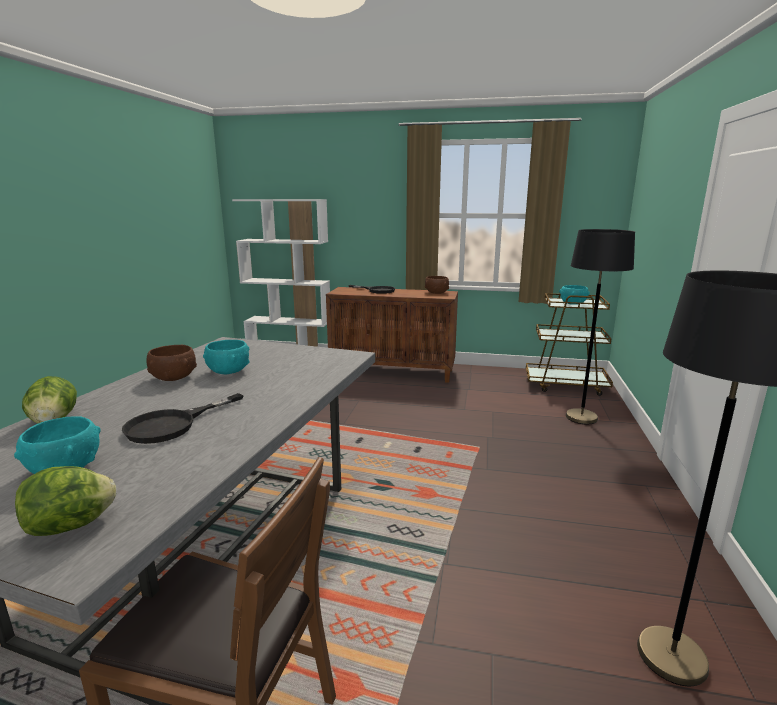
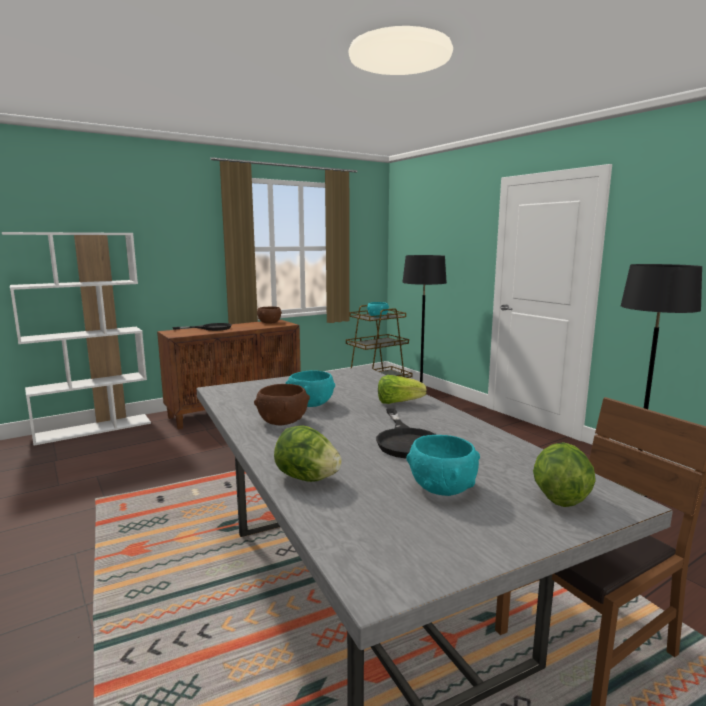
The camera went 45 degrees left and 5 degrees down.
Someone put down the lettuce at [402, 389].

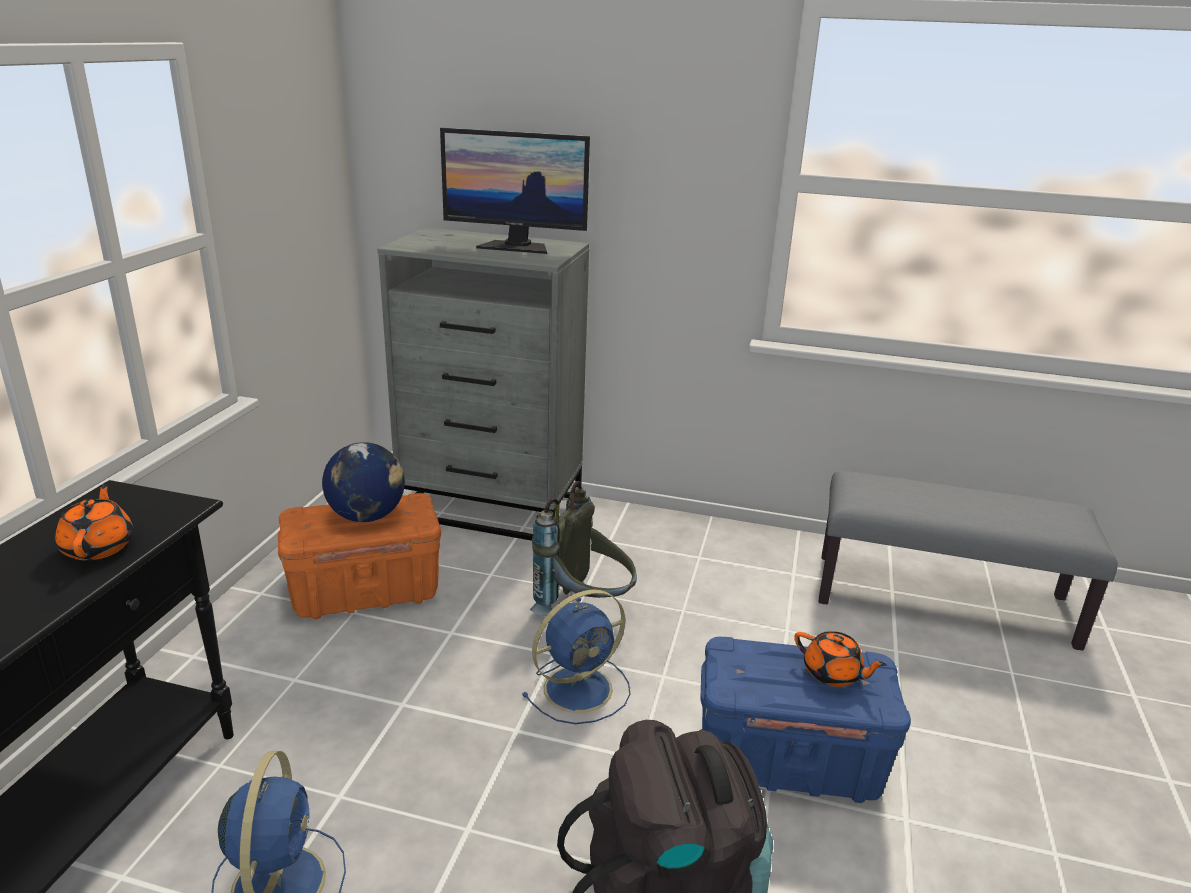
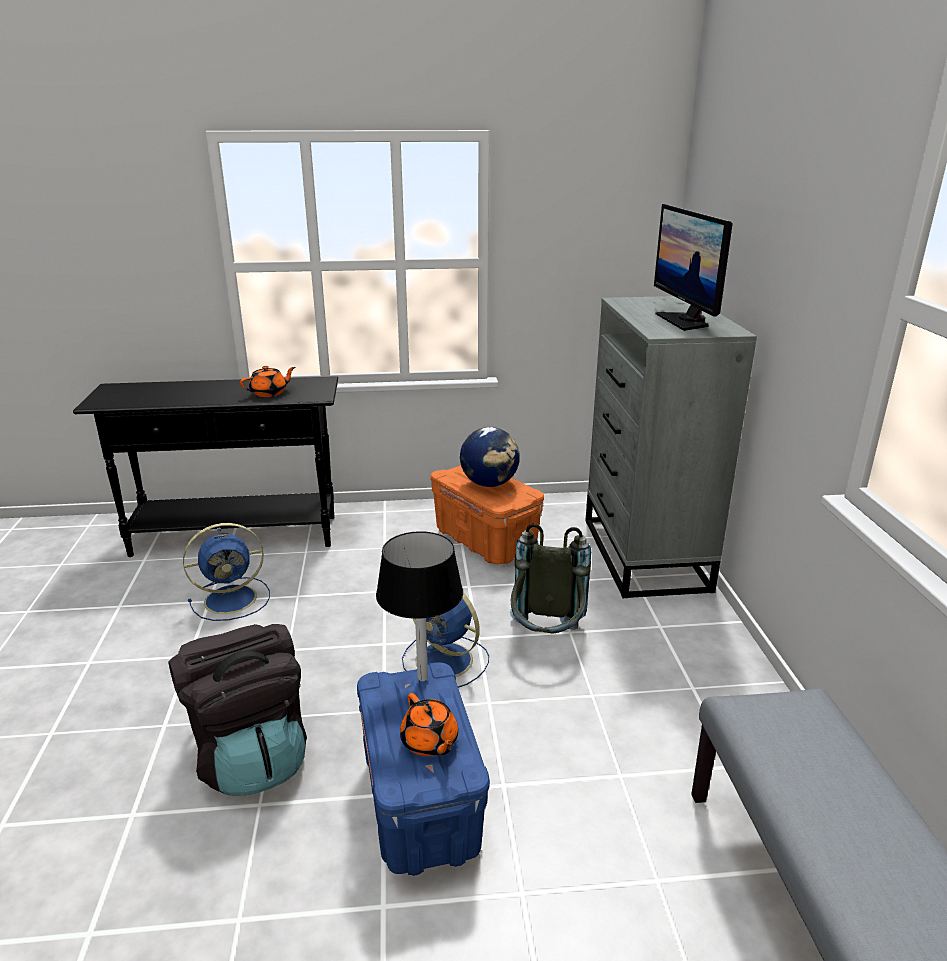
The camera went 70 degrees right and 0 degrees up.
Someone put down the black_table_lamp at [419, 606].
Someone rotated the orange_teapot at [840, 659] by 45 degrees counterclockwise.

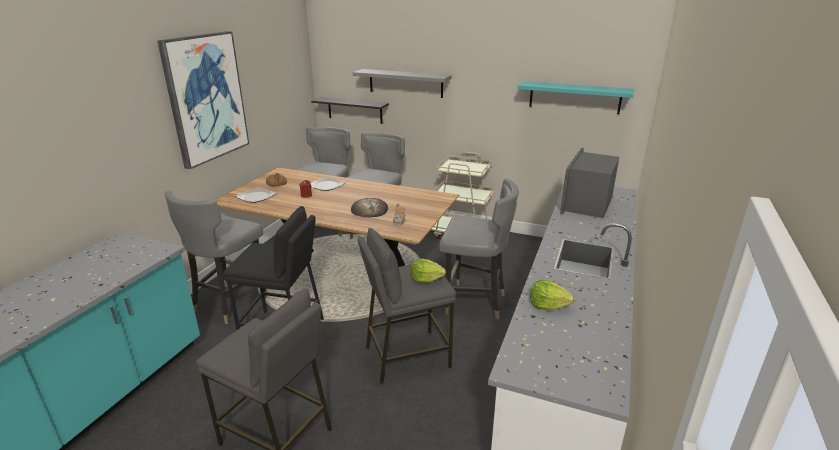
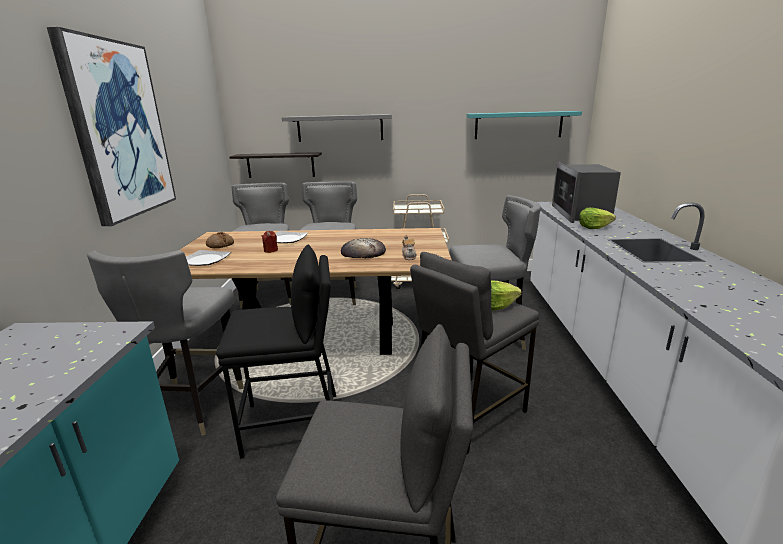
The camera went 20 degrees left and 5 degrees down.
Someone carried the lettuce from [552, 294] to [597, 218].

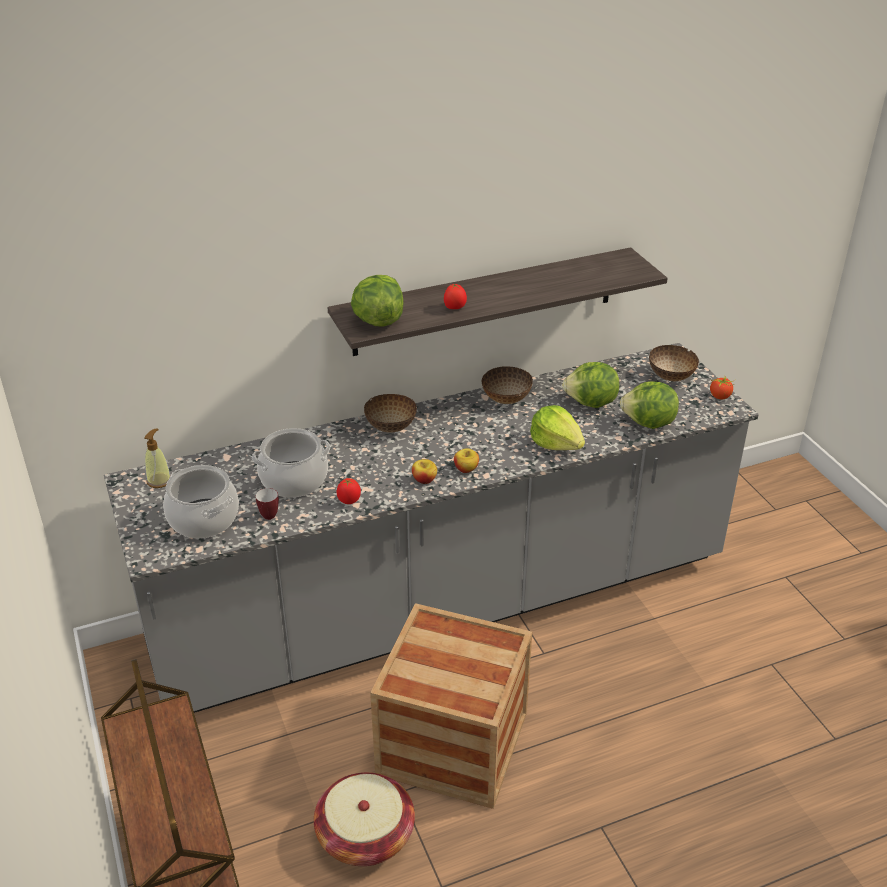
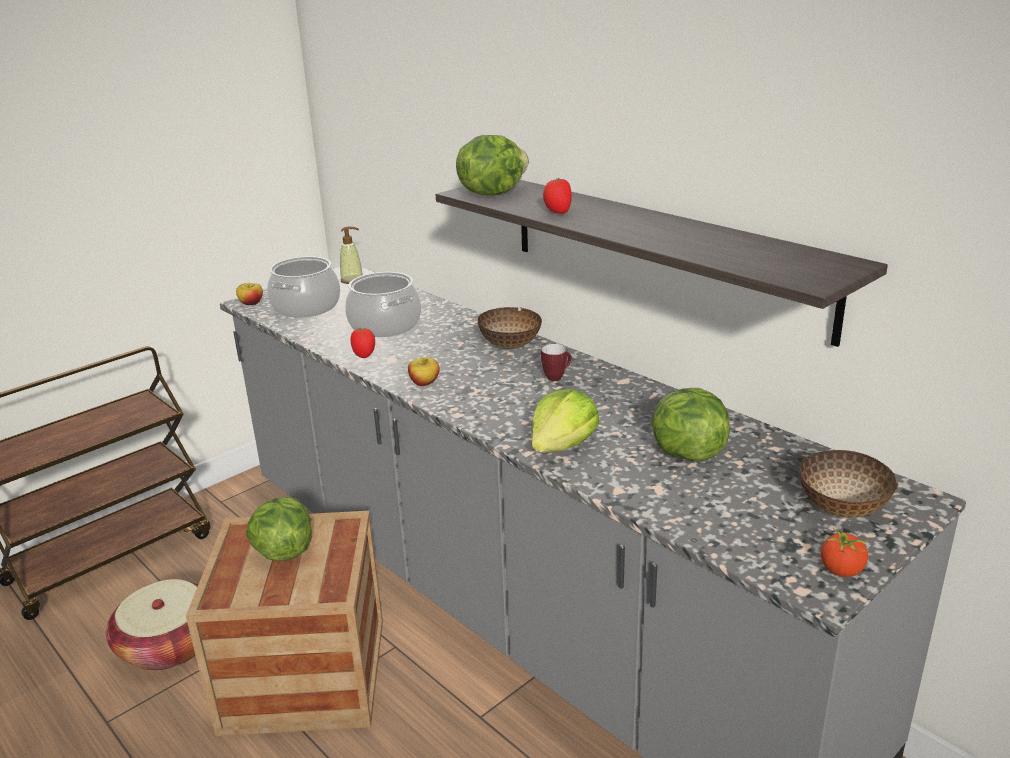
The camera went 70 degrees right and 10 degrees down.
Someone carried the apple from [466, 460] to [249, 294].
Someone carried the lettuce from [649, 405] to [279, 529].
Someone carried the mug from [267, 504] to [556, 362].
Someone took away the bowl at [507, 385].

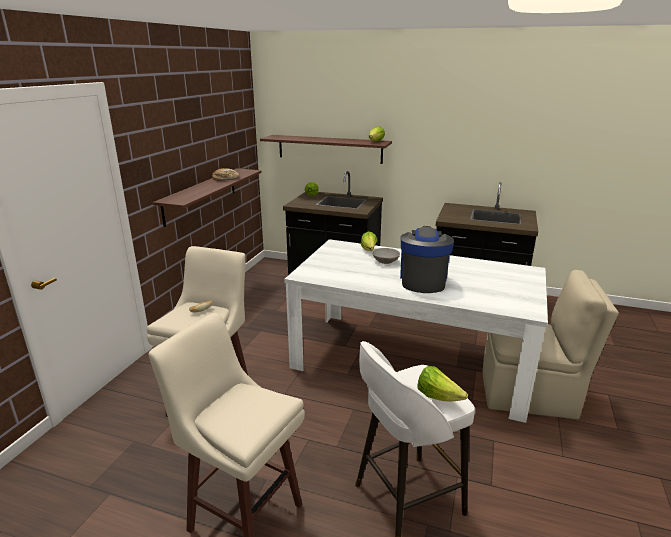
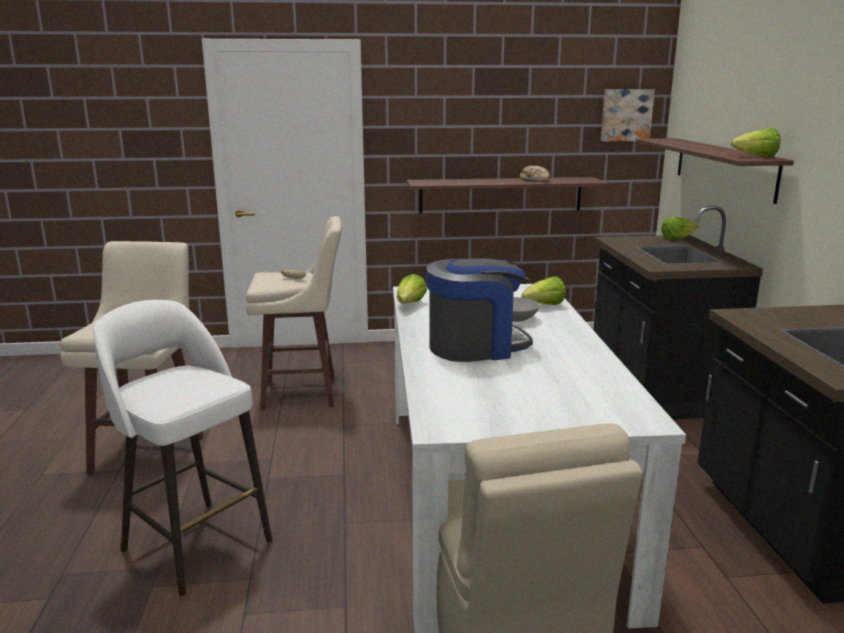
The camera went 65 degrees right and 5 degrees down.
Someone carried the lettuce from [442, 383] to [412, 289].
Someone put up the picture at [628, 115].

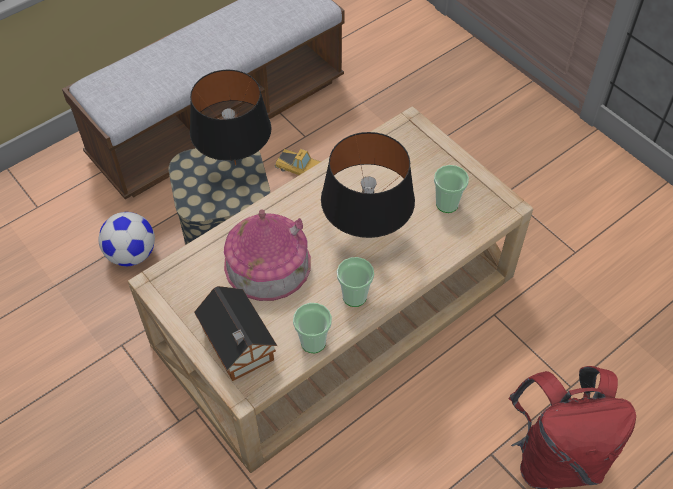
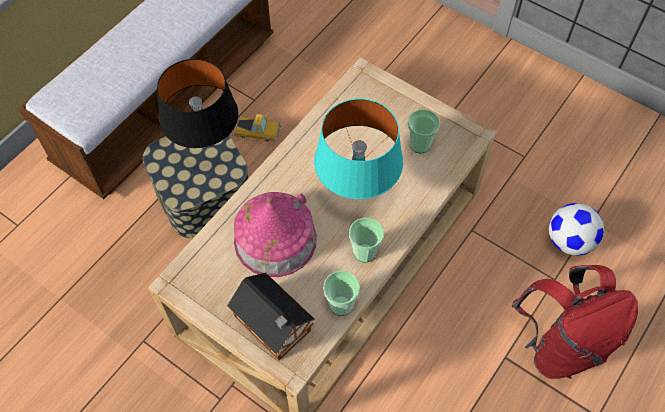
The camera went 15 degrees left and 5 degrees up.
Someone repainted the black_table_lamp at [368, 185], which became the turquoise_table_lamp at [358, 149].
Someone carried the football from [126, 239] to [576, 229].

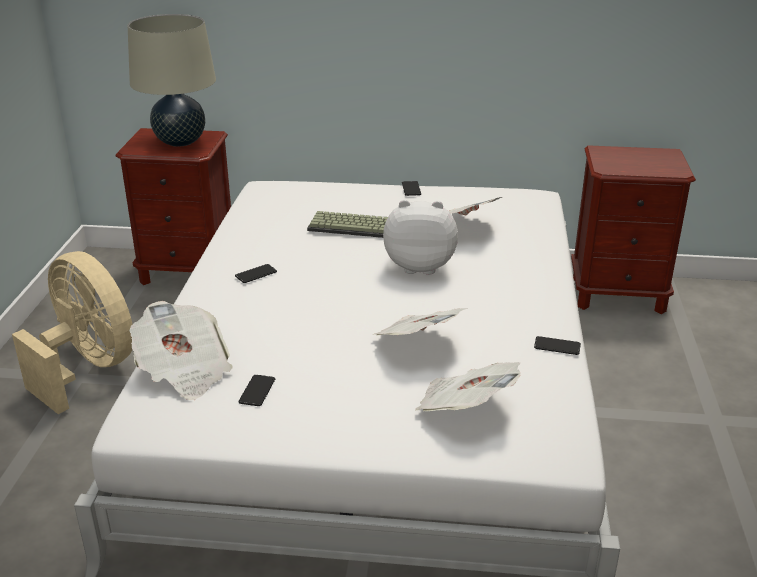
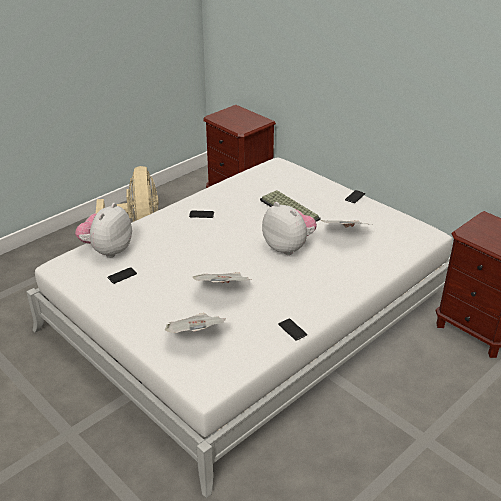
The camera went 40 degrees right and 5 degrees up.
Someone swapped the newspaper at [181, 350] for the plush_toy at [103, 230].
Someone took away the beige_table_lamp at [172, 80].

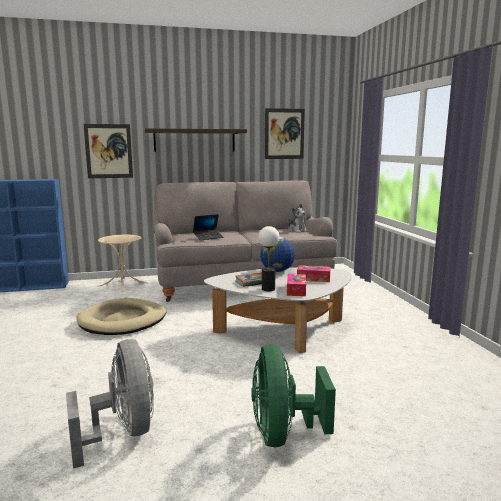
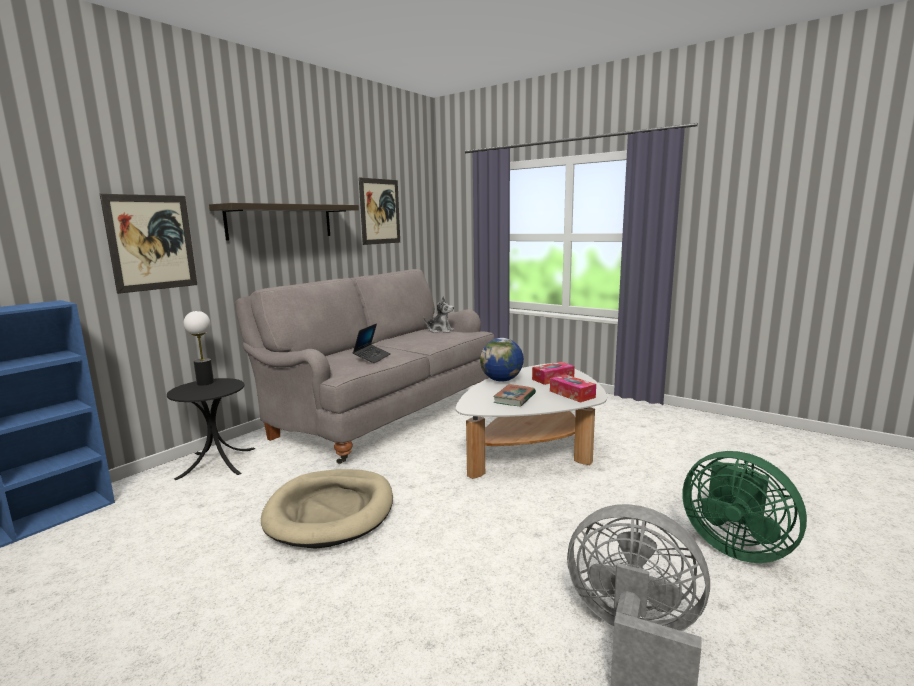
The camera went 40 degrees left and 0 degrees up.
Someone repainted the beige_side_table at [122, 263], which became the black_side_table at [211, 429].
Someone carried the table_lamp from [268, 258] to [199, 348].

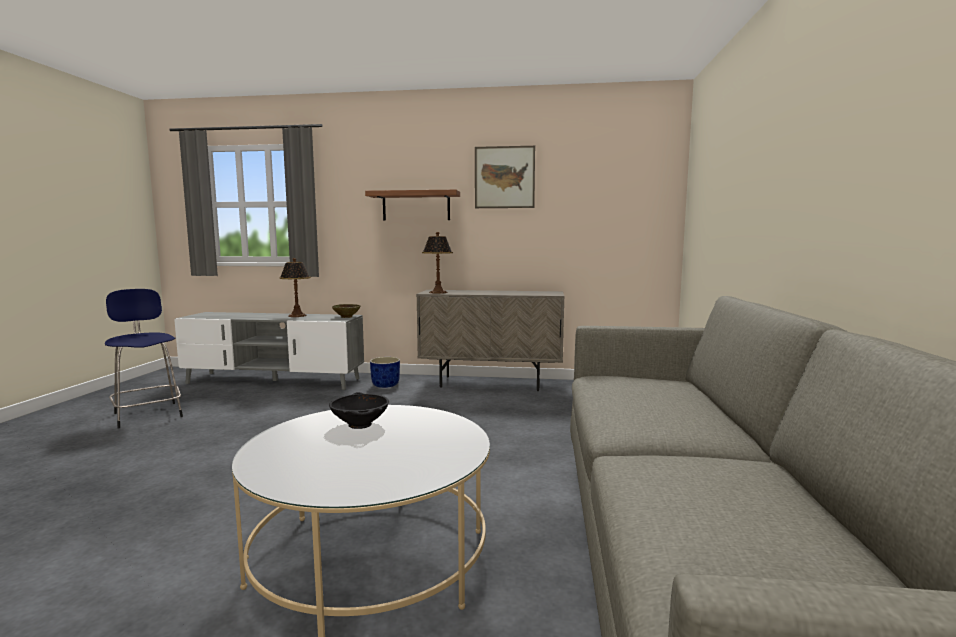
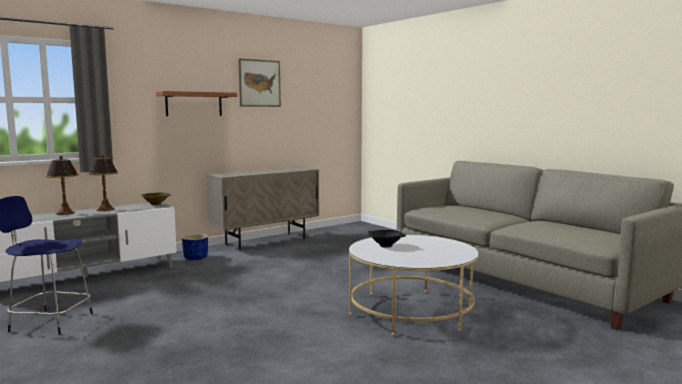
The camera went 45 degrees left and 0 degrees up.
Someone carried the table_lamp from [437, 263] to [61, 185].

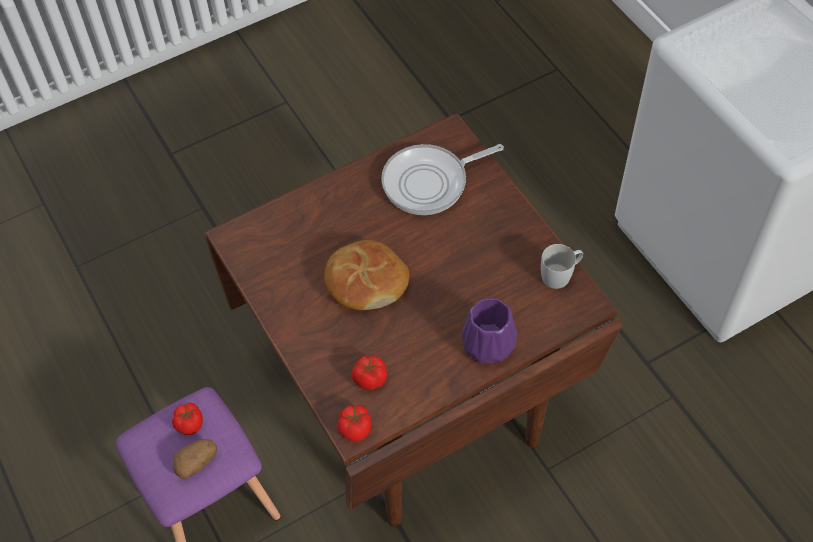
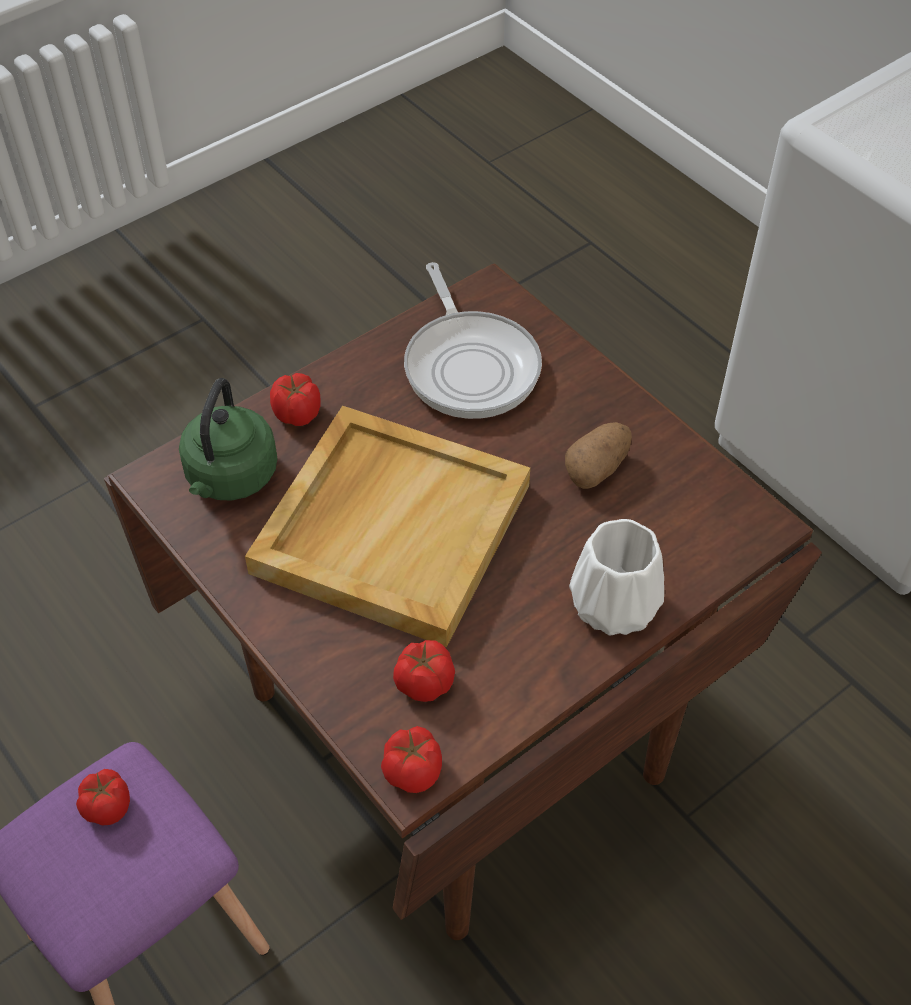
The camera went 10 degrees left and 5 degrees down.
Someone put down the green_kettle at [228, 439].
Someone swapped the bread at [367, 275] for the beige_tray at [387, 526].
Someone put down the tomato at [295, 399].
Someone rotated the frying_pan at [442, 179] by 75 degrees counterclockwise.
Someone carried the potato from [195, 459] to [598, 455].
Someone repainted the purple_vase at [489, 331], which became the white_vase at [616, 577].
Someone took away the white_mug at [562, 266].

